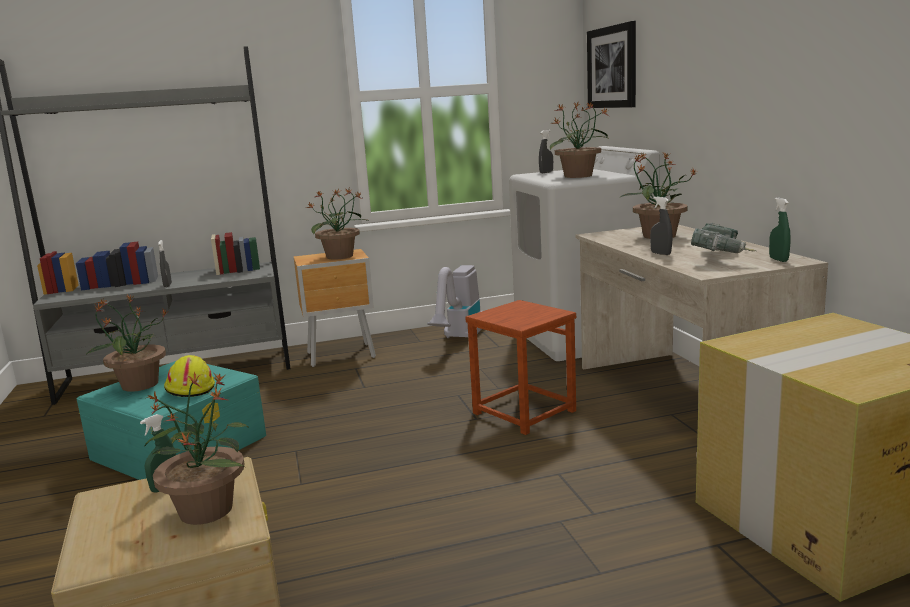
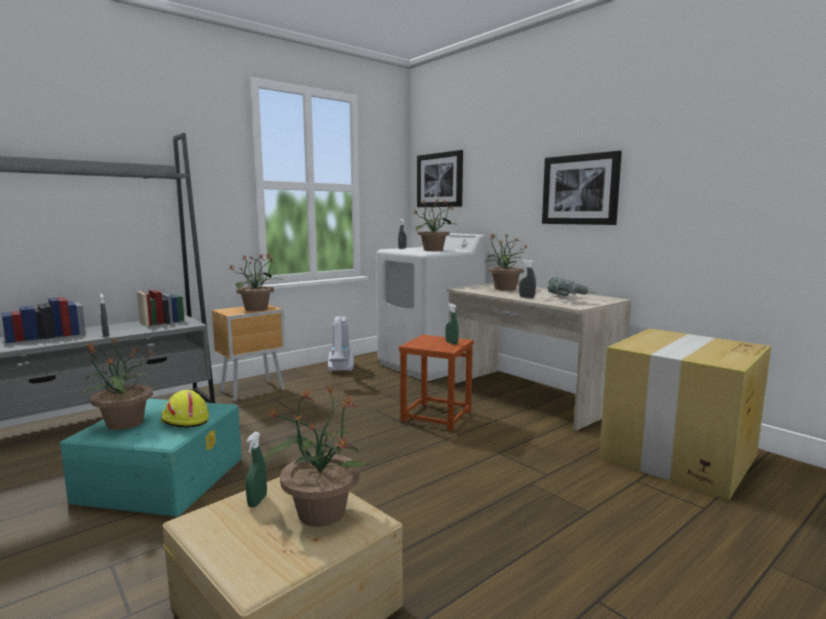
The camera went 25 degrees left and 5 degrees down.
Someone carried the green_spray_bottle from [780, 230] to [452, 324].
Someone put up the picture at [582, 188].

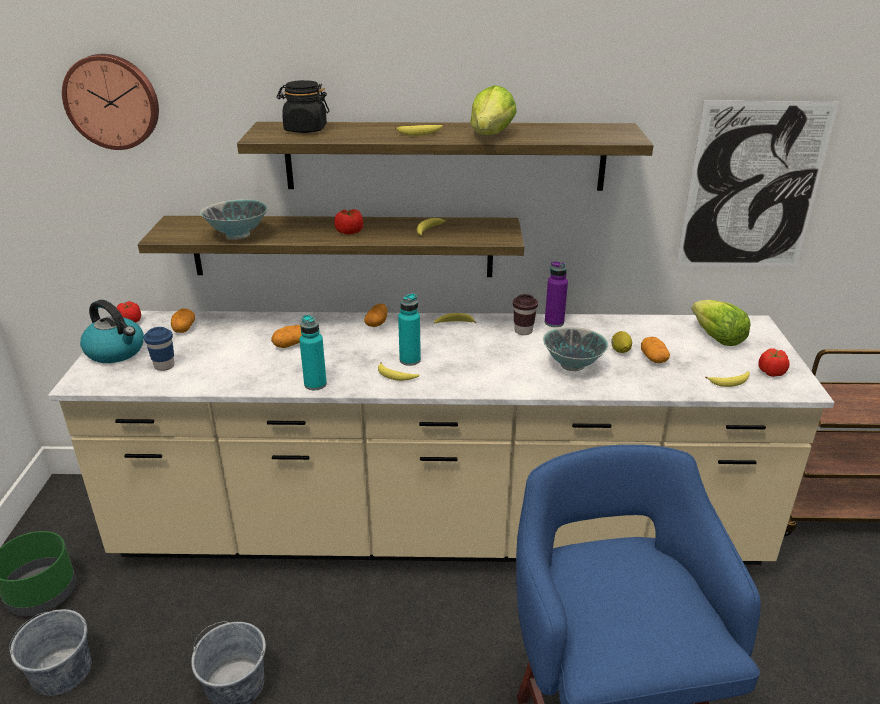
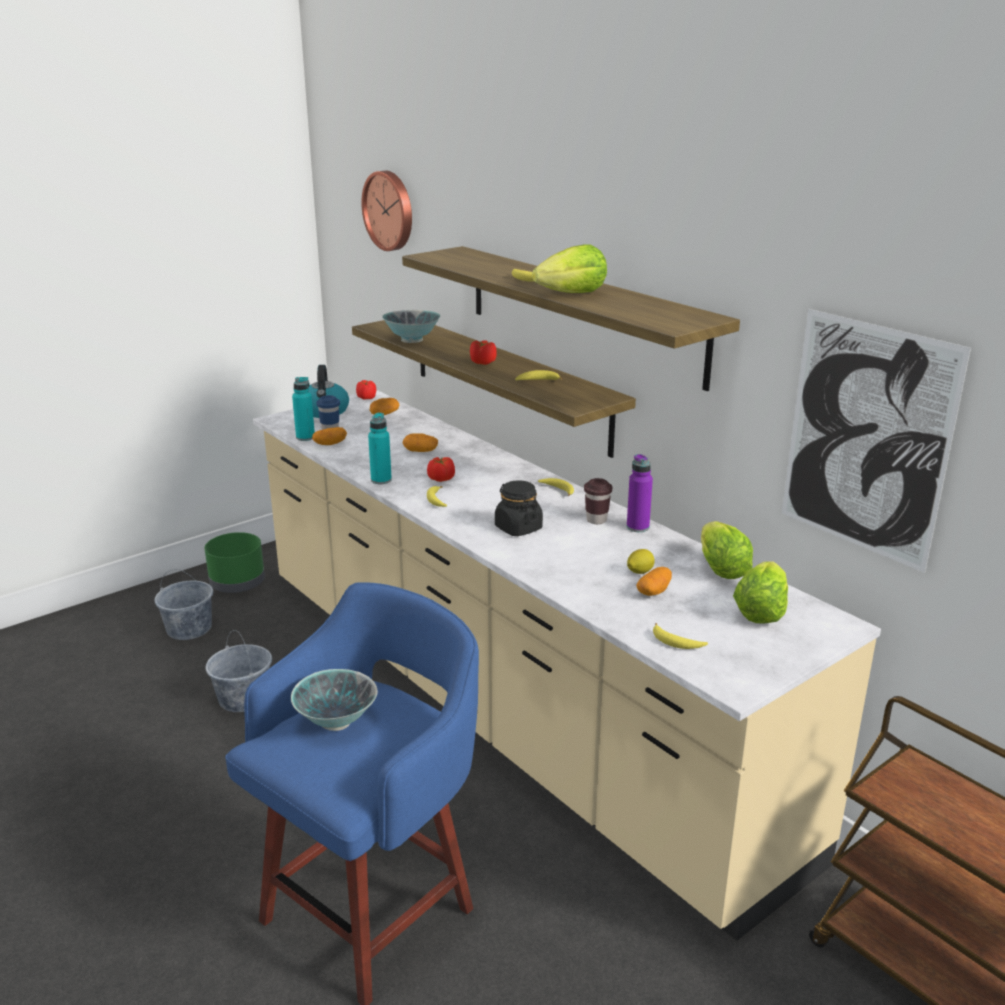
The camera went 50 degrees right and 5 degrees down.
Someone carried the bowl from [575, 349] to [334, 700].
Someone carried the turquoise_bottle from [409, 329] to [303, 409].
Someone carried the potato from [375, 315] to [329, 436].
Someone carried the tomato from [774, 362] to [441, 469].
Someone carried the black_jar from [303, 106] to [519, 508].
Someone put down the lettuce at [727, 550].

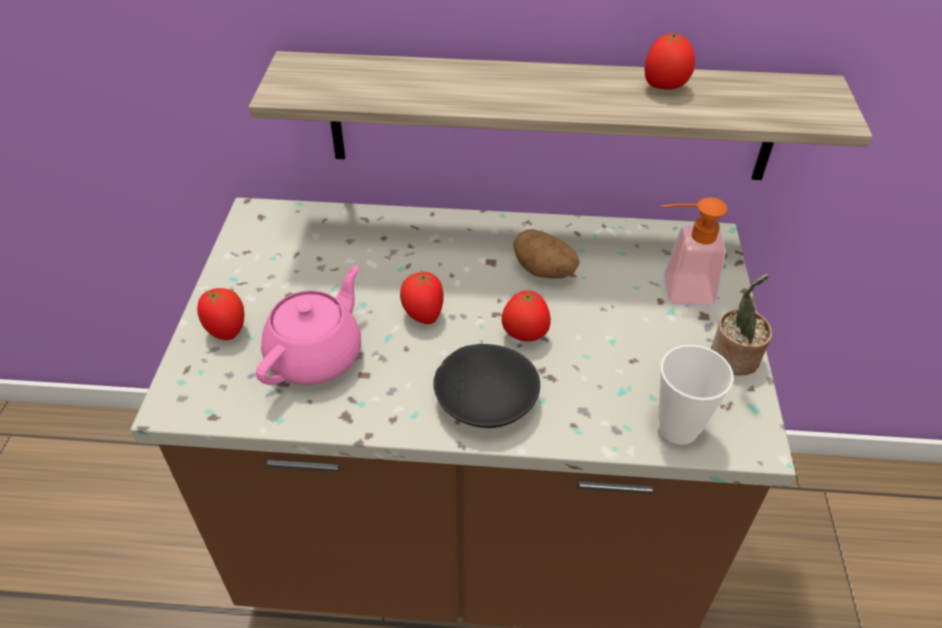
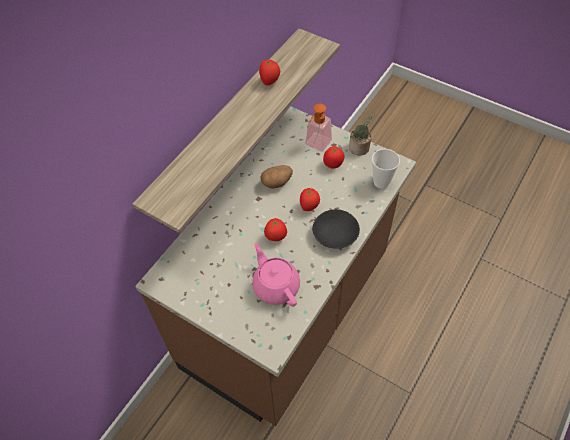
The camera went 60 degrees left and 10 degrees up.
Someone carried the tomato from [220, 314] to [333, 157].

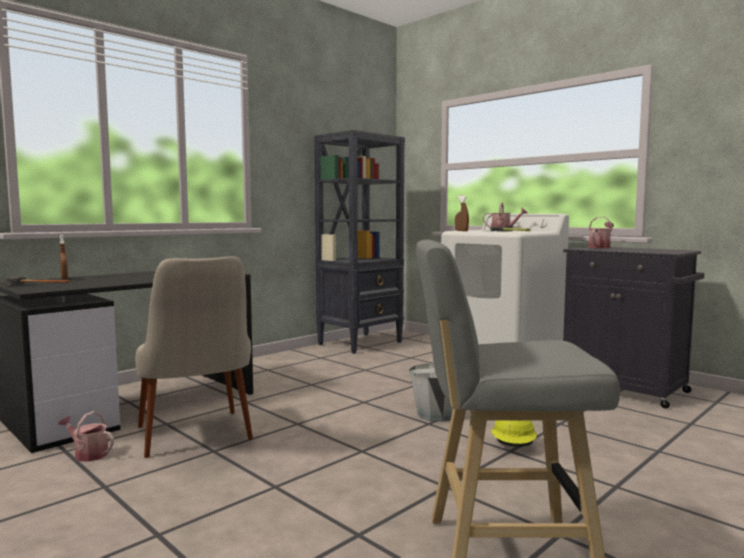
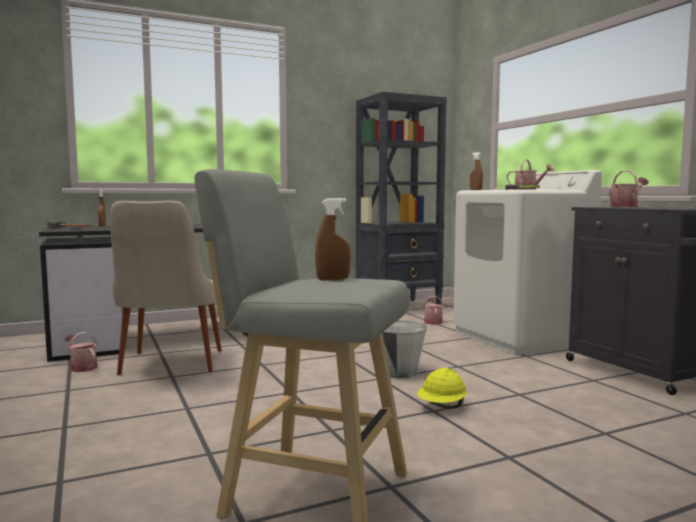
The camera went 20 degrees right and 0 degrees up.
Someone put down the brown_spray_bottle at [333, 239].
Someone put down the watering_can at [434, 310].

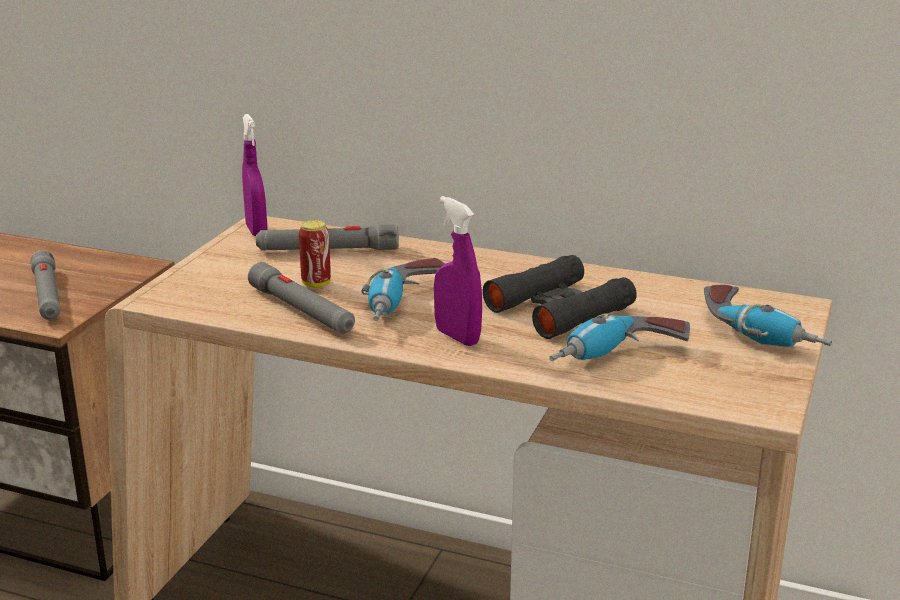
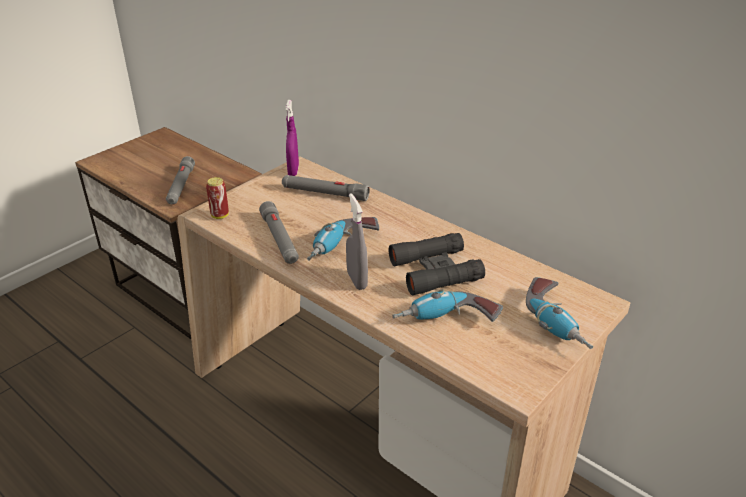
The camera went 20 degrees right and 10 degrees up.
Someone carried the can from [315, 254] to [217, 198].
Someone repainted the purple_spray_bottle at [458, 271], which became the grey_spray_bottle at [357, 241].

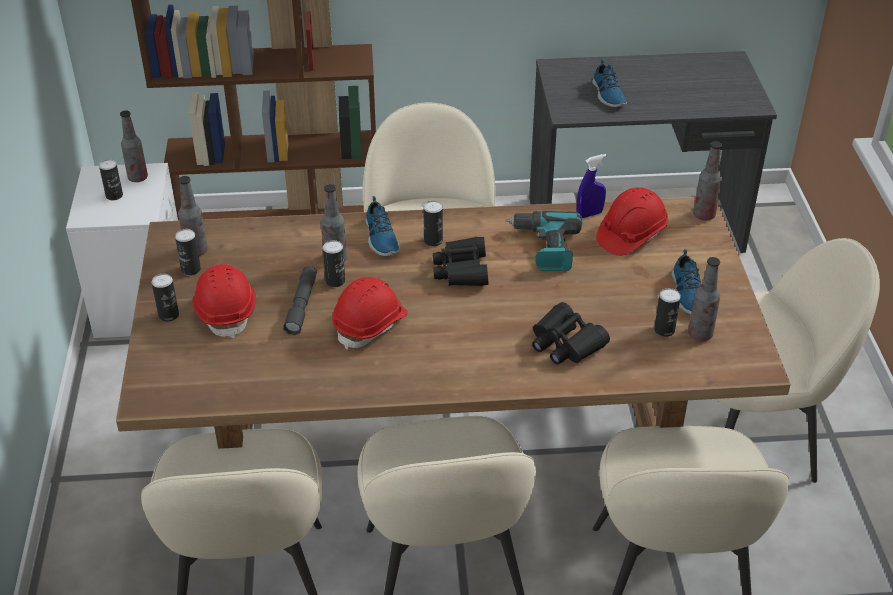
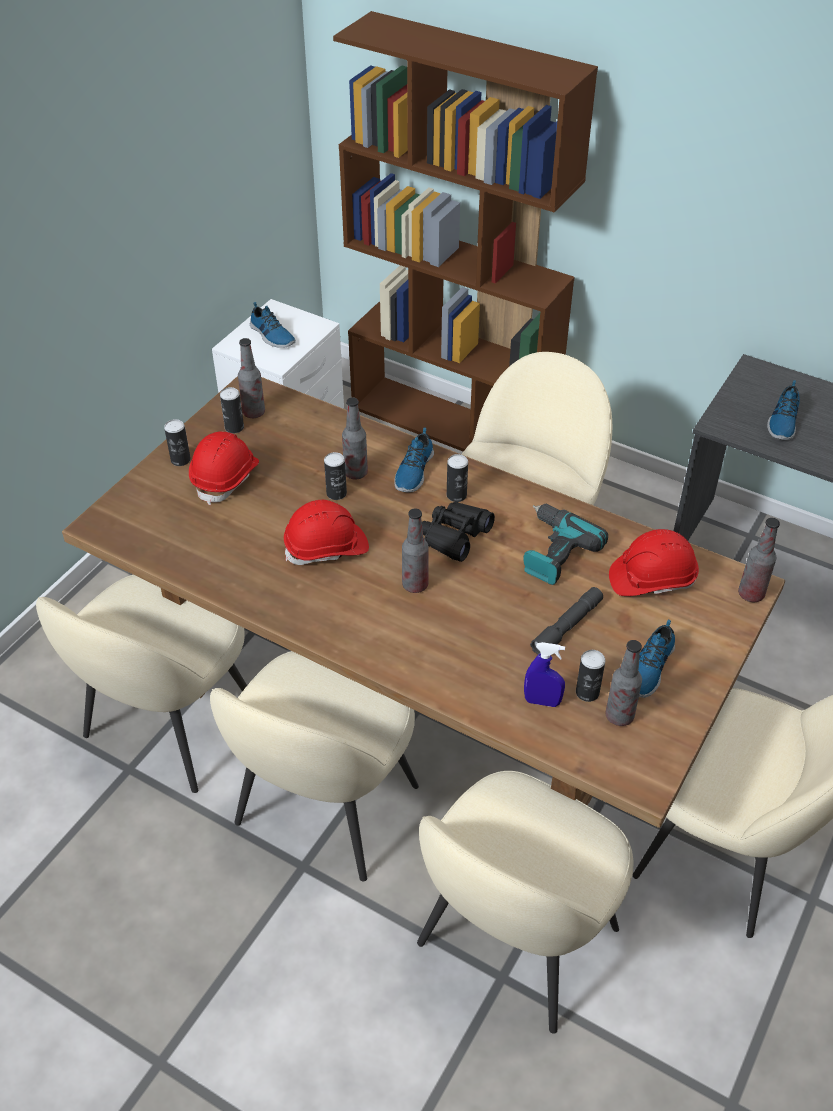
The camera went 35 degrees right and 5 degrees up.
Someone swapped the can at [111, 179] for the shoe at [273, 325].
Someone carried the bottle from [134, 146] to [415, 550].
Someone carried the blue_spray_bottle from [591, 186] to [544, 674].
Someone carried the grey_flashlight from [300, 300] to [566, 620].
Someone took away the black_binoculars at [571, 333].

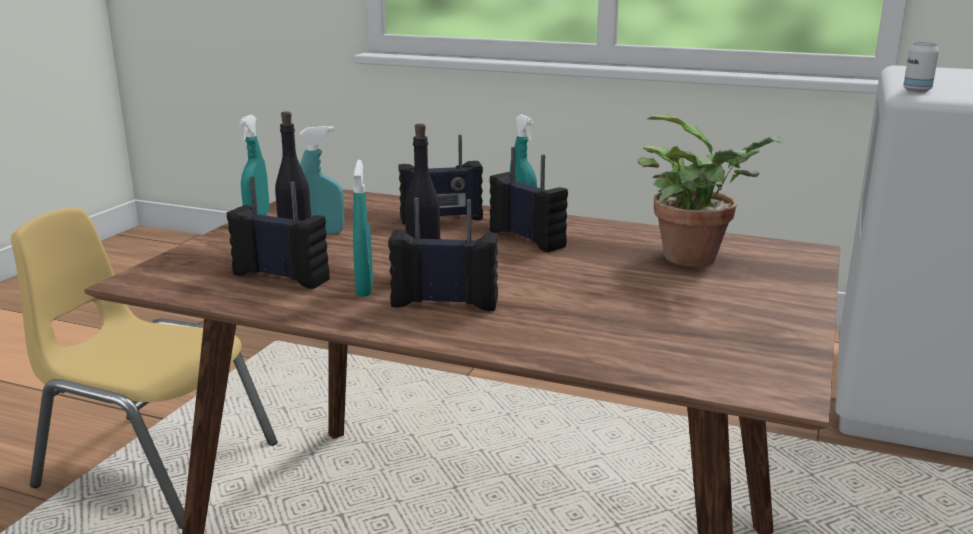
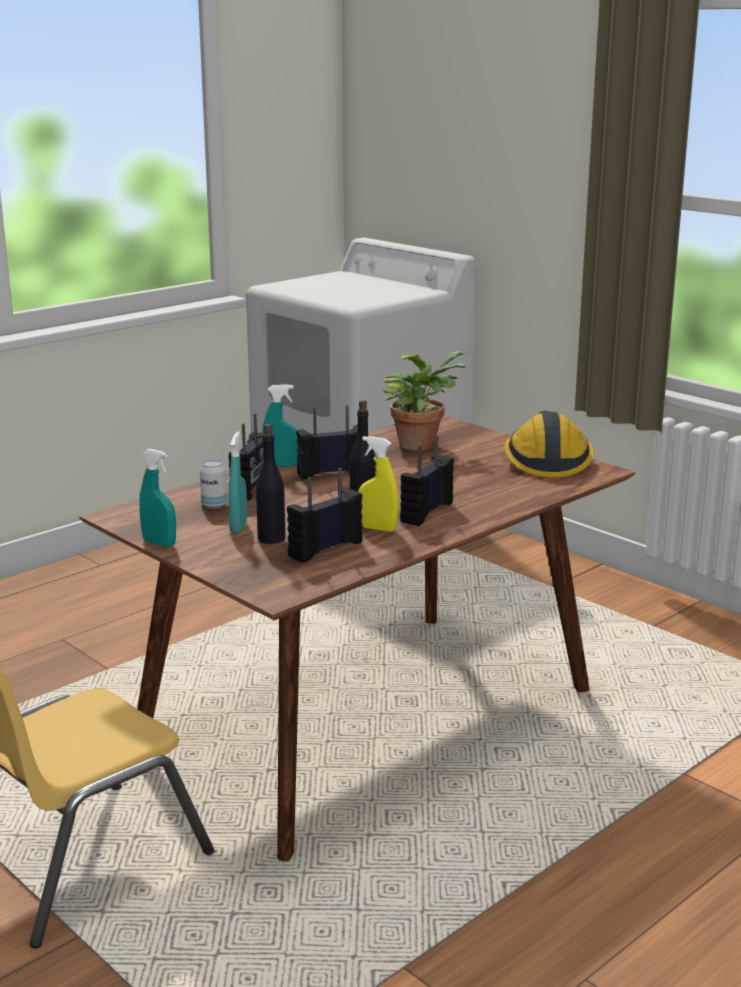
The camera went 65 degrees left and 0 degrees up.
Someone carried the can from [921, 67] to [213, 483].
Someone repainted the turquoise_spray_bottle at [363, 228], which became the yellow_spray_bottle at [378, 484].
Someone put down the hard_hat at [549, 444].

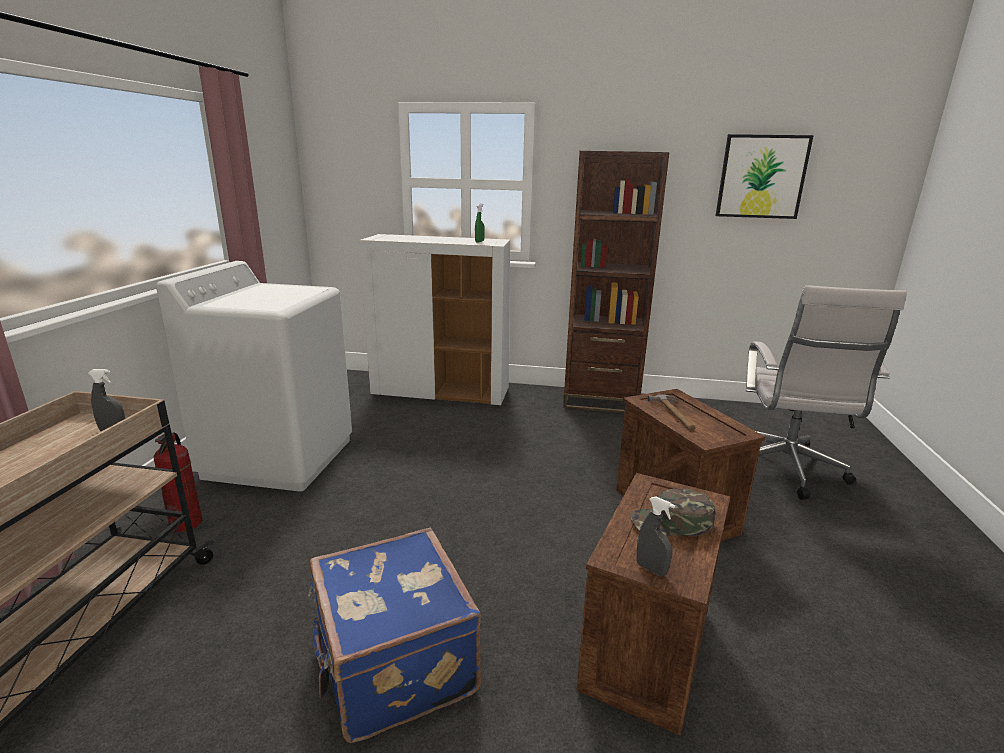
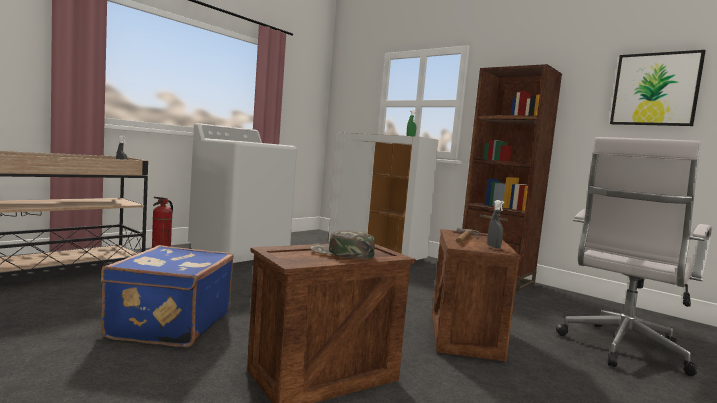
The camera went 30 degrees right and 15 degrees down.
Someone carried the grey_spray_bottle from [656, 536] to [496, 224].

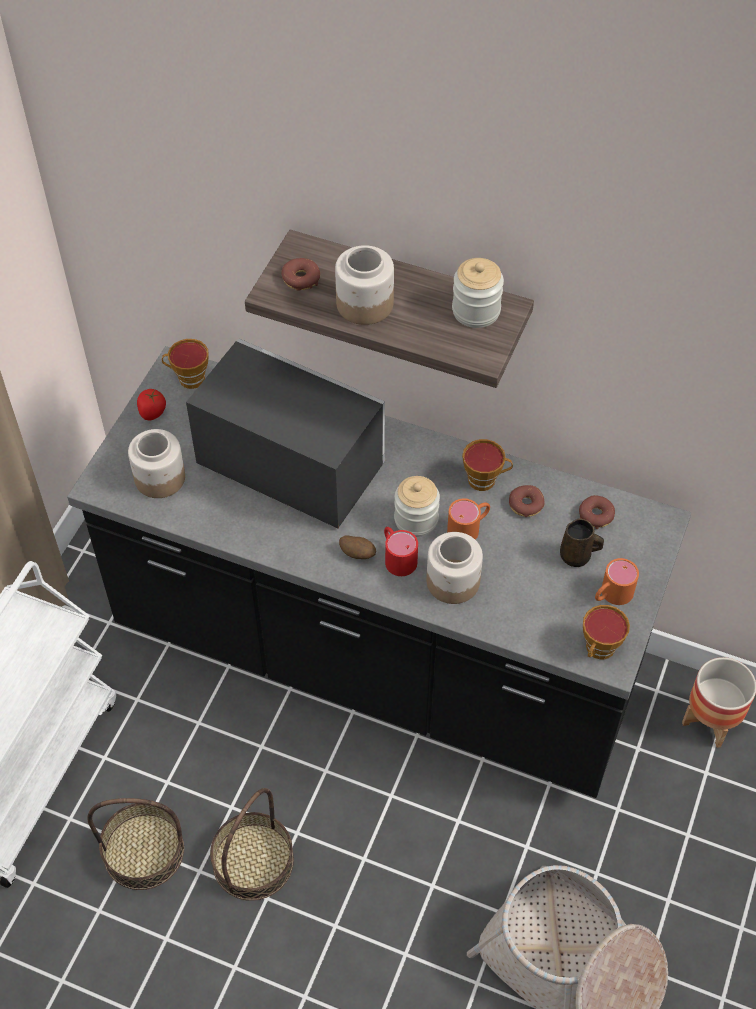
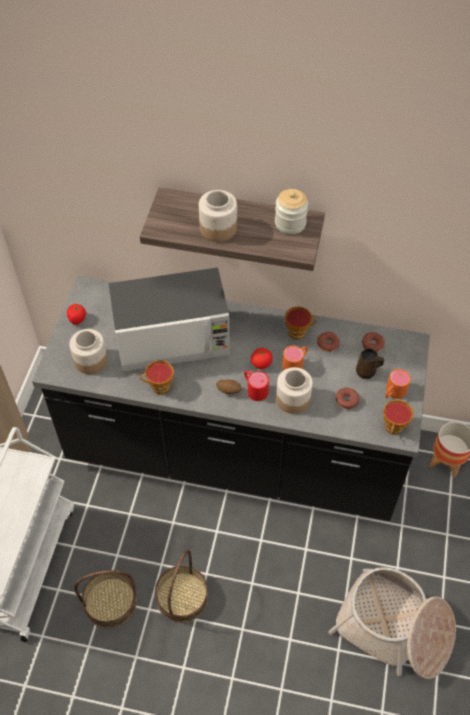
The camera went 10 degrees left and 0 degrees up.
Someone rotated the microwave at [285, 433] by 150 degrees clockwise.
Someone carried the cup from [185, 364] to [157, 377].
Someone swapped the jar at [417, 506] for the tomato at [262, 358].
Someone carried the donut from [300, 274] to [347, 399].

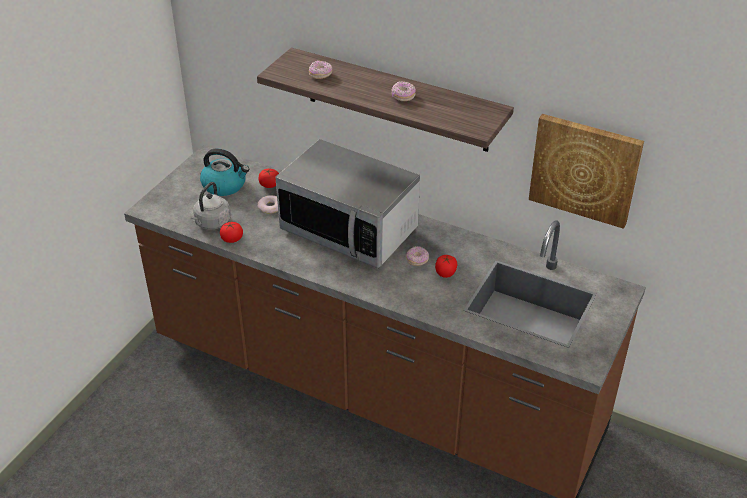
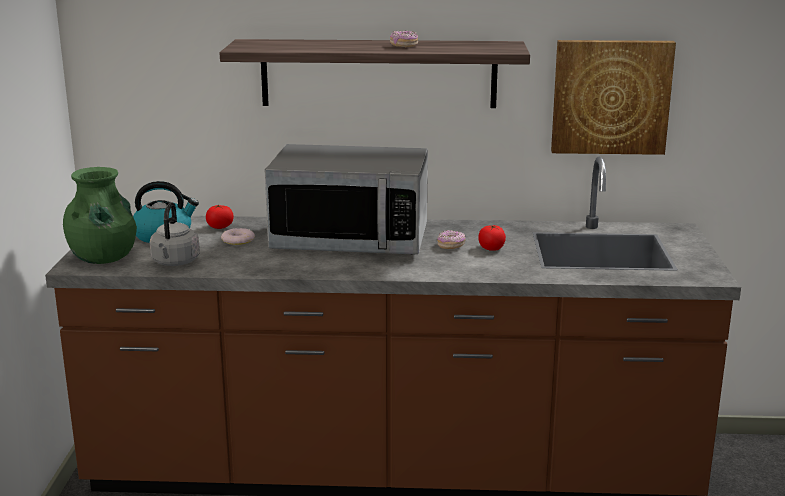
The camera went 25 degrees left and 20 degrees down.
Someone put down the green_vase at [100, 215].
Someone took away the tomato at [231, 232].
Someone took away the donut at [320, 70].

